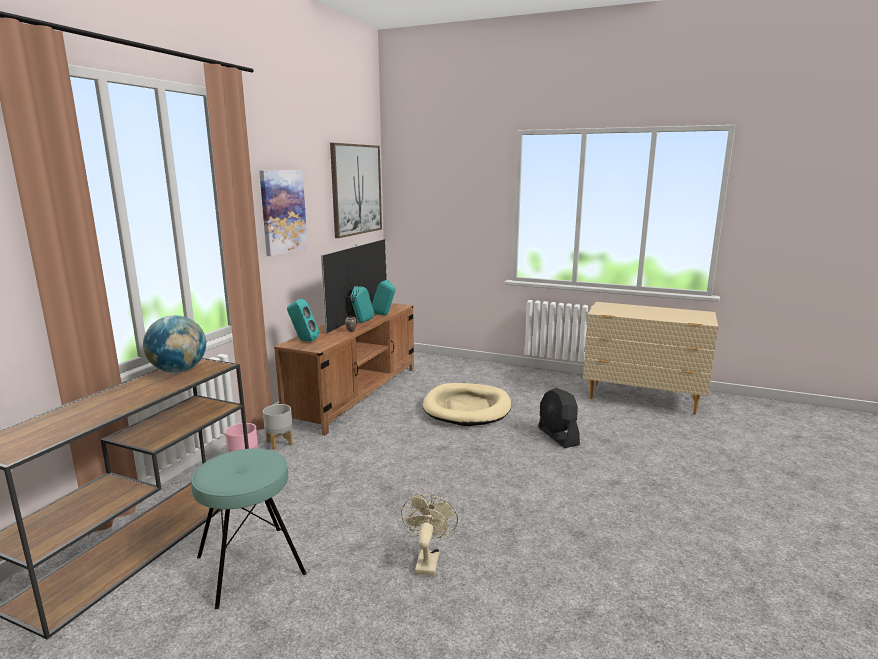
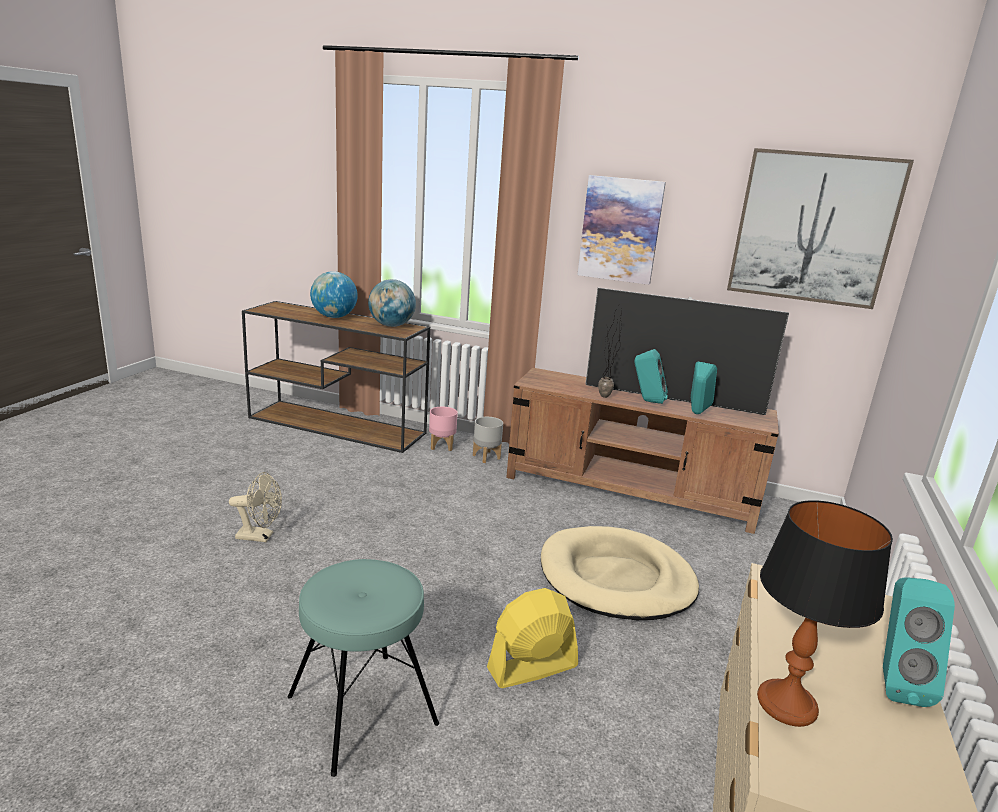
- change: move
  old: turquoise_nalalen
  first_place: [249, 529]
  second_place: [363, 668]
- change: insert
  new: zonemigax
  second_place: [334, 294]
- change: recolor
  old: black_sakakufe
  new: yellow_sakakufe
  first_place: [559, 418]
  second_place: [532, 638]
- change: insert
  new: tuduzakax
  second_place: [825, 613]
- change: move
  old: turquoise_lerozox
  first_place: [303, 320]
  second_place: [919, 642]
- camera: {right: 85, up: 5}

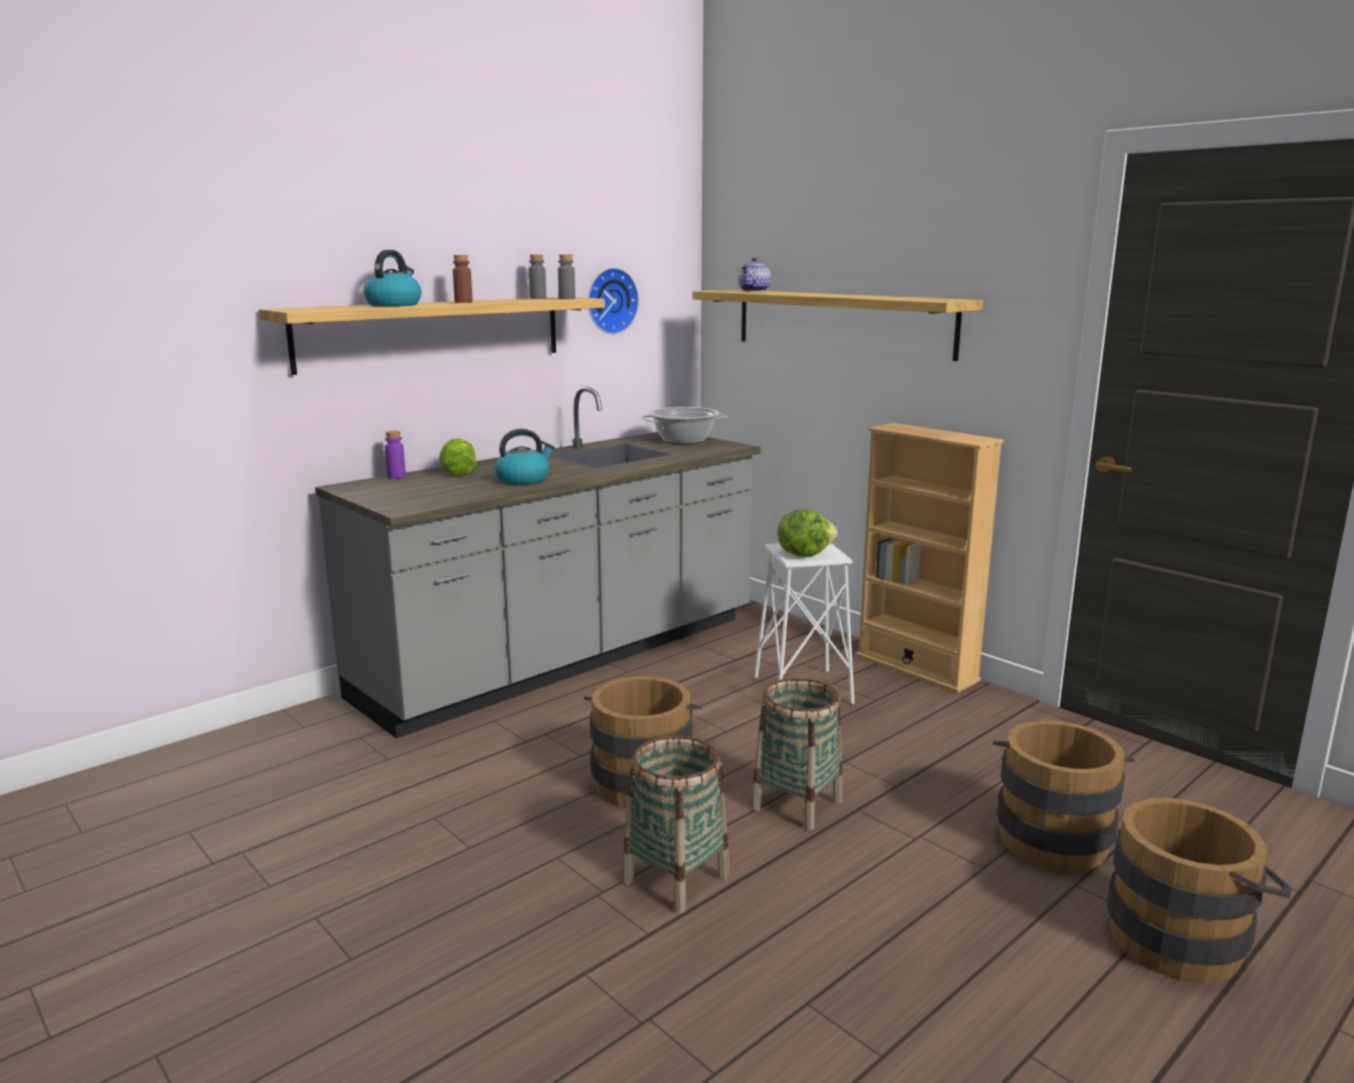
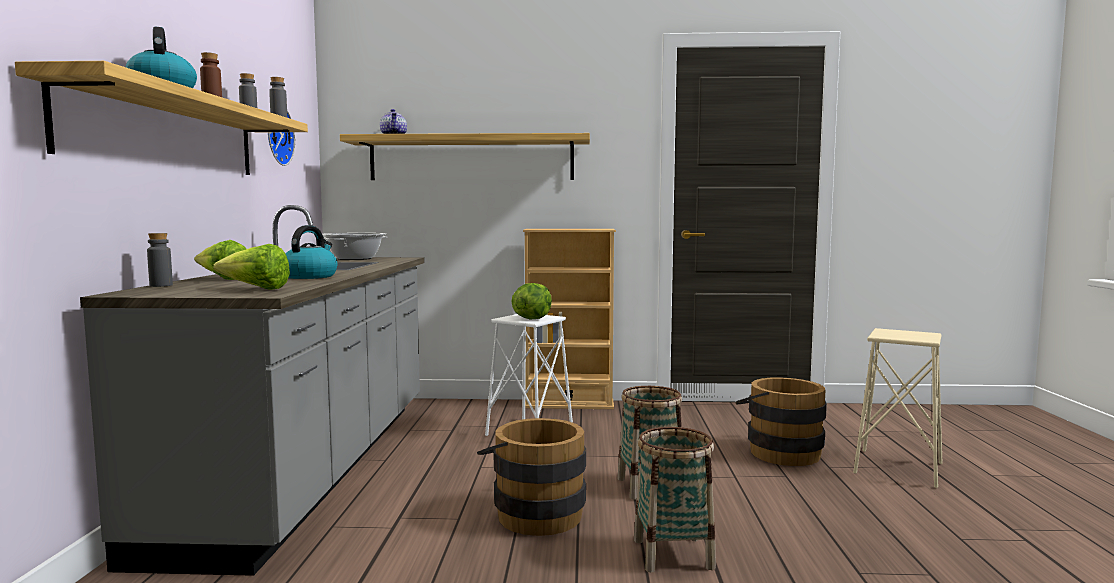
- change: recolor
  old: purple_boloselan
  new: grey_boloselan
  first_place: [395, 455]
  second_place: [160, 260]
- change: insert
  new: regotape
  second_place: [251, 267]
- change: replace
  old: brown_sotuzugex
  new: beige_nalalen
  first_place: [1199, 890]
  second_place: [897, 408]
- camera: {right: -45, up: -10}

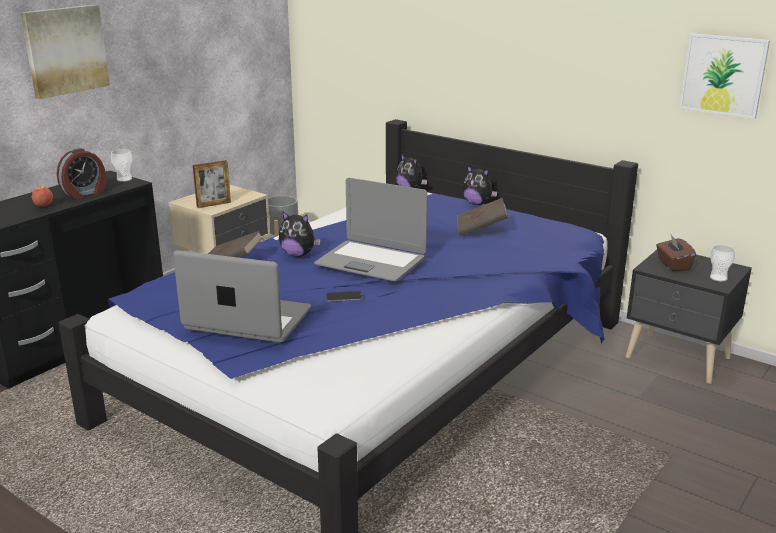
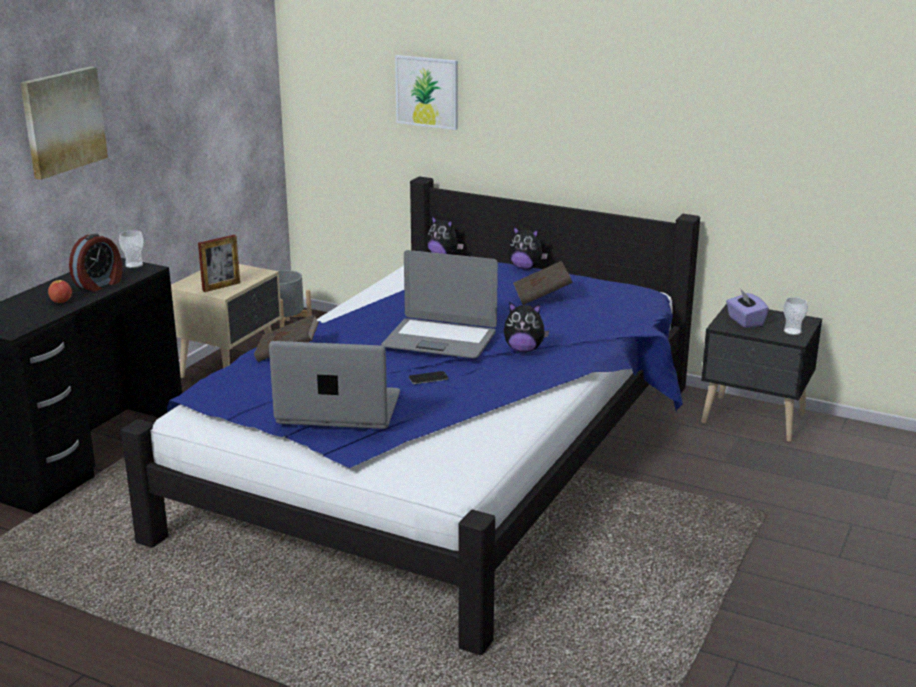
- change: move
  old: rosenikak
  first_place: [724, 76]
  second_place: [426, 92]
- change: move
  old: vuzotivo
  first_place: [300, 234]
  second_place: [526, 327]
- change: recolor
  old: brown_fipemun
  new: purple_fipemun
  first_place: [676, 253]
  second_place: [747, 309]
- camera: {right: -10, up: 0}

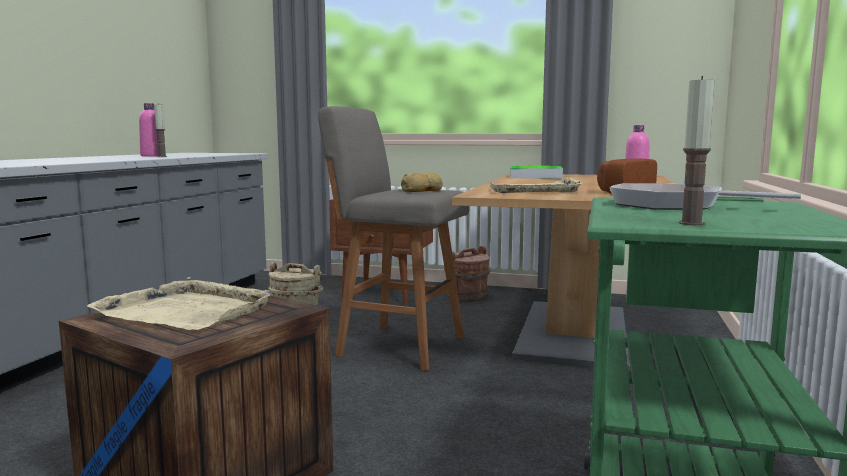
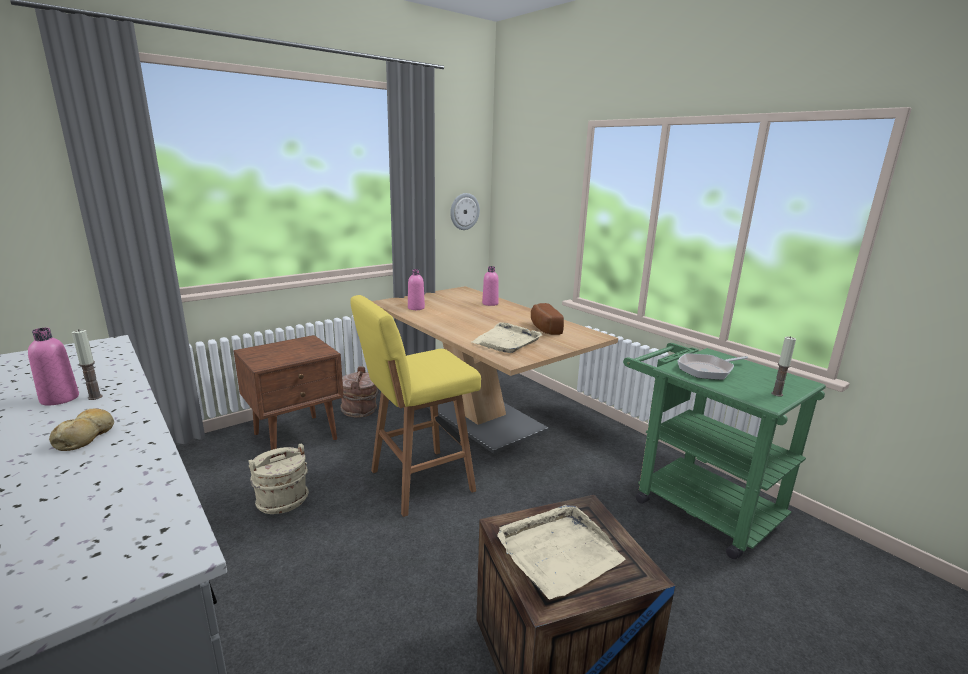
- change: move
  old: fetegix
  first_place: [422, 182]
  second_place: [81, 429]
- change: recolor
  old: grey_nalalen
  new: yellow_nalalen
  first_place: [393, 238]
  second_place: [415, 406]
- change: replace
  old: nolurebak
  new: pink_boloselan
  first_place: [536, 172]
  second_place: [416, 289]
- change: insert
  new: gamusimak
  second_place: [465, 211]
- camera: {right: -55, up: 10}

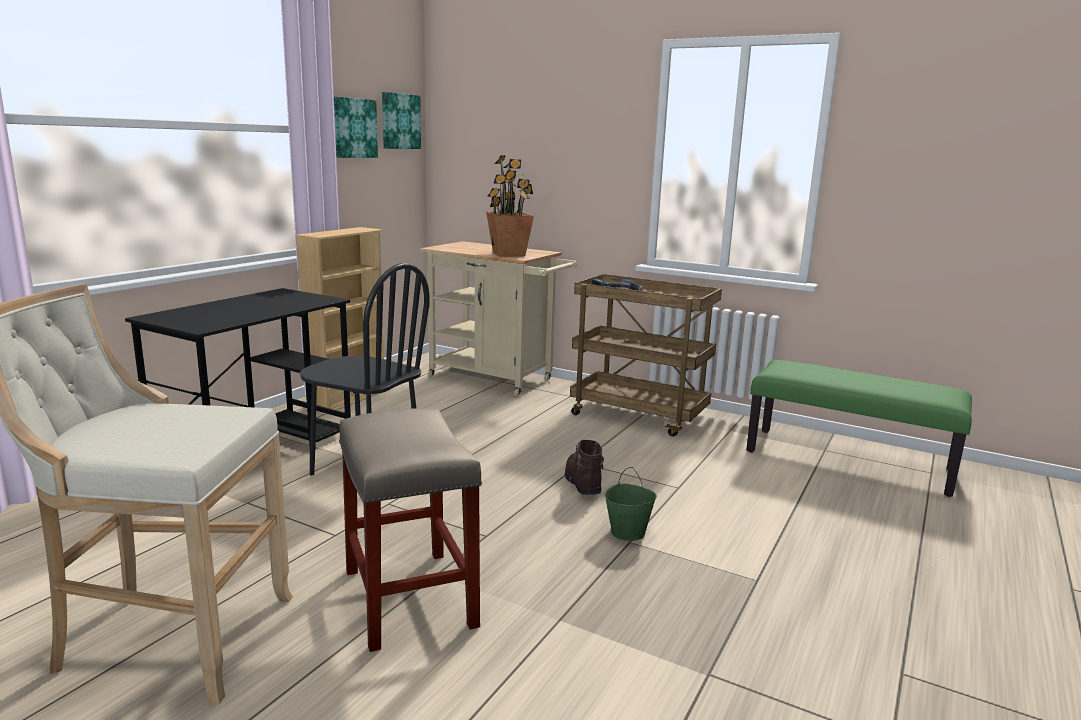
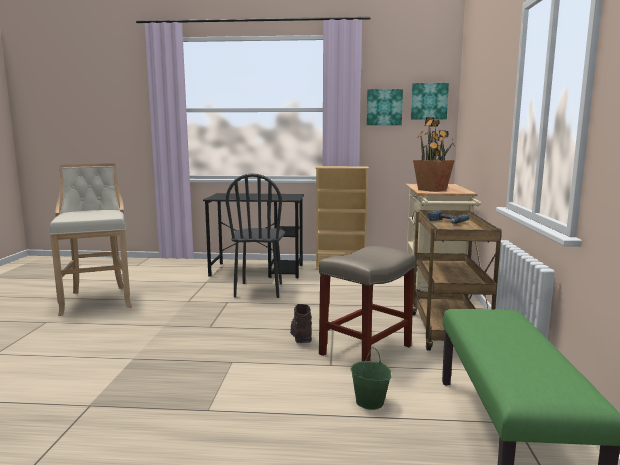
- change: rotate
  old: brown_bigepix
  first_place: [584, 467]
  second_place: [301, 323]
  degrees: -60
- change: move
  old: beige_nalalen
  first_place: [410, 530]
  second_place: [367, 303]
- change: move
  old: green_sotuzugex
  first_place: [630, 504]
  second_place: [371, 378]
- camera: {right: 65, up: -5}

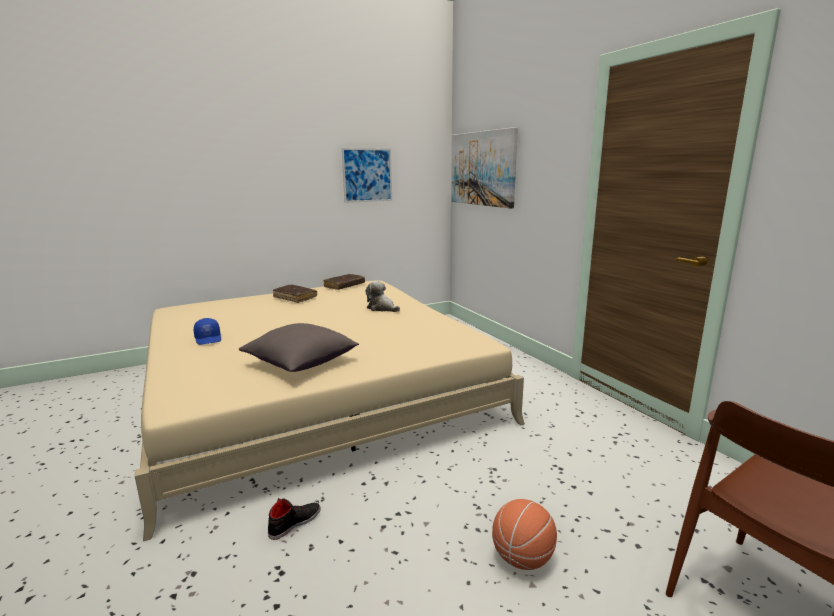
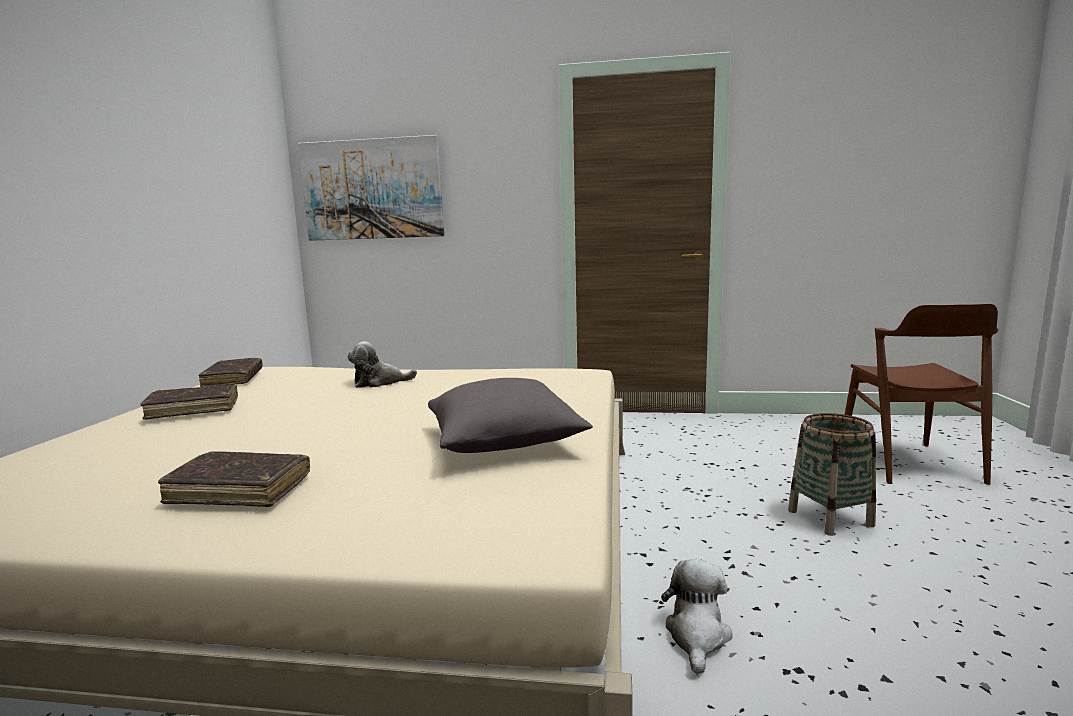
- change: replace
  old: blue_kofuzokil
  new: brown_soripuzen
  first_place: [207, 331]
  second_place: [234, 479]
- change: replace
  old: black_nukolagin
  new: vuzotivo
  first_place: [294, 519]
  second_place: [697, 617]
- change: replace
  old: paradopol
  new: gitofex
  first_place: [524, 534]
  second_place: [832, 474]
- change: delete
  old: rosenikak
  first_place: [367, 175]
- camera: {right: -55, up: -5}

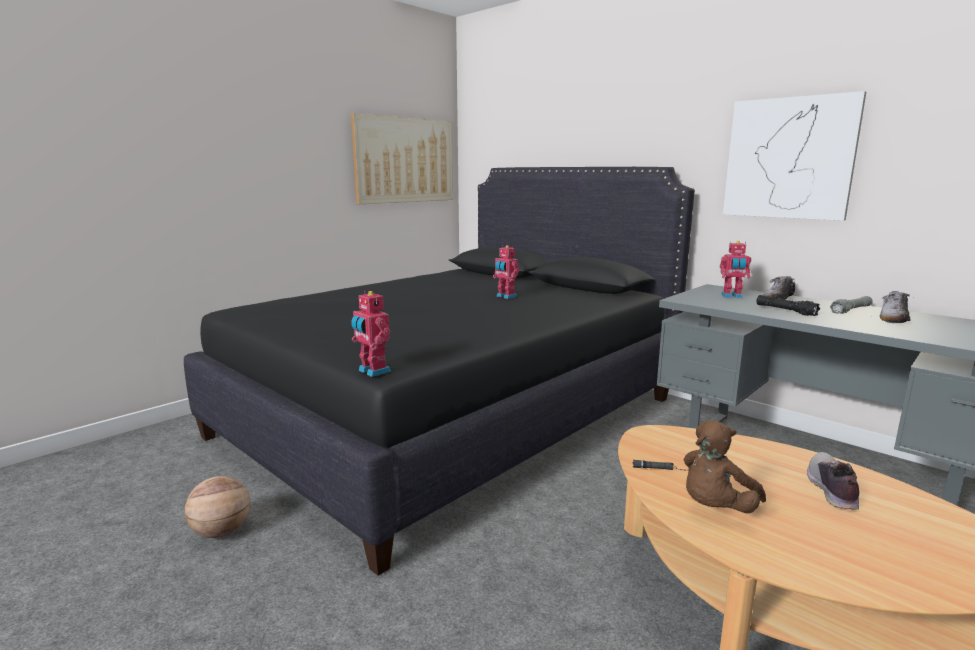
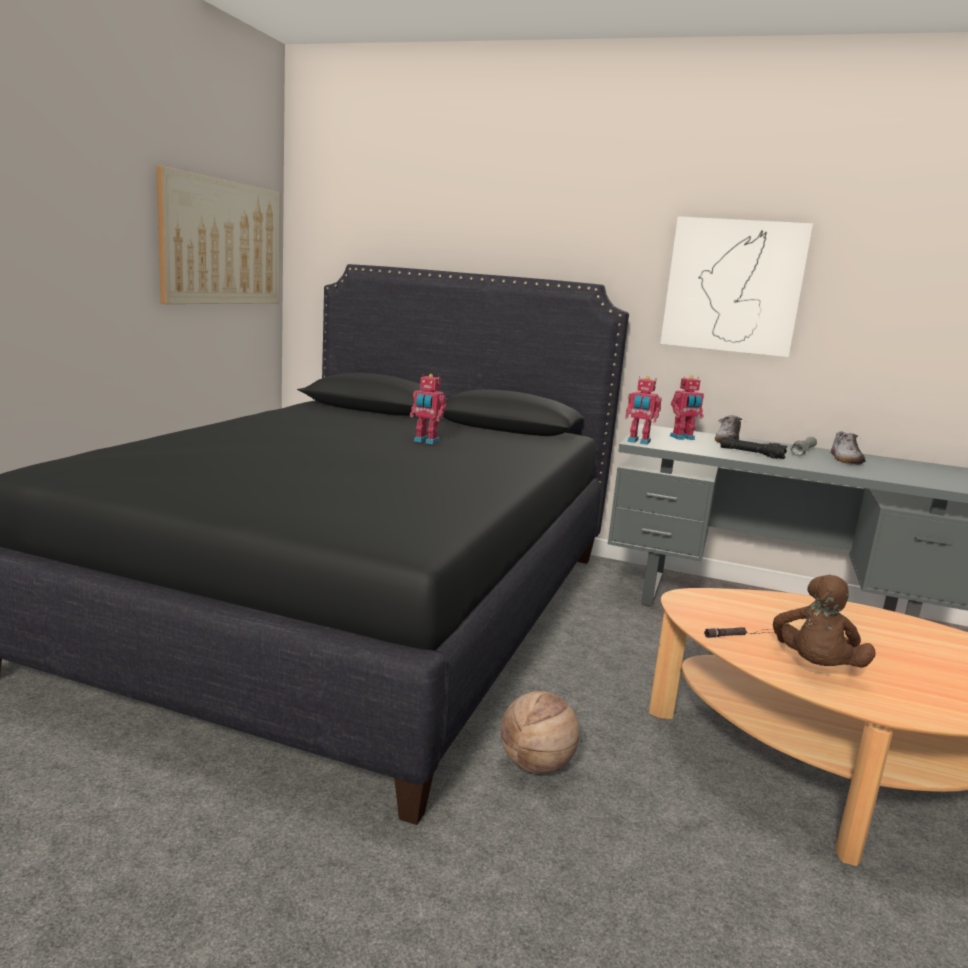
- change: move
  old: paradopol
  first_place: [217, 507]
  second_place: [540, 732]
- change: move
  old: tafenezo
  first_place: [371, 334]
  second_place: [643, 410]
- change: delete
  old: nukolagin
  first_place: [833, 481]
- camera: {right: -25, up: 0}

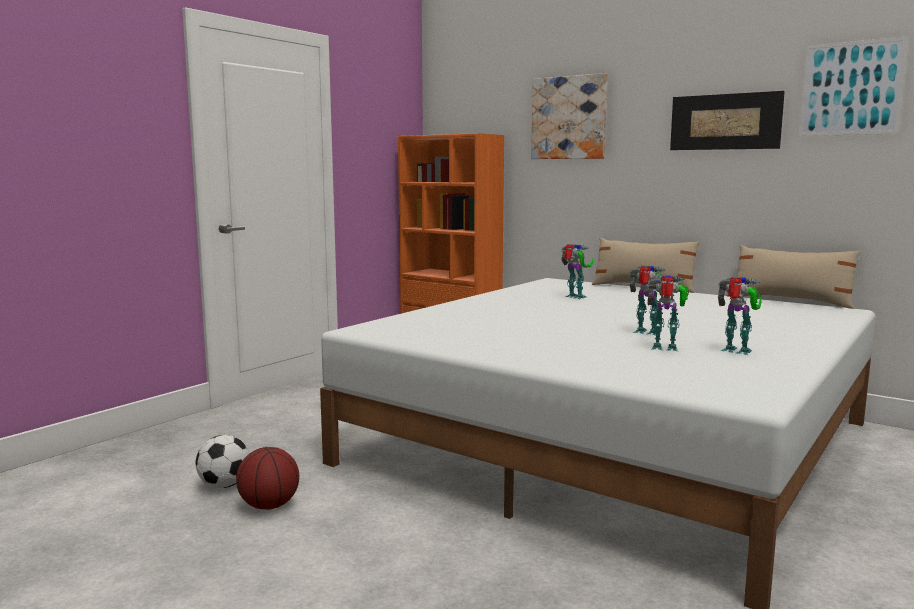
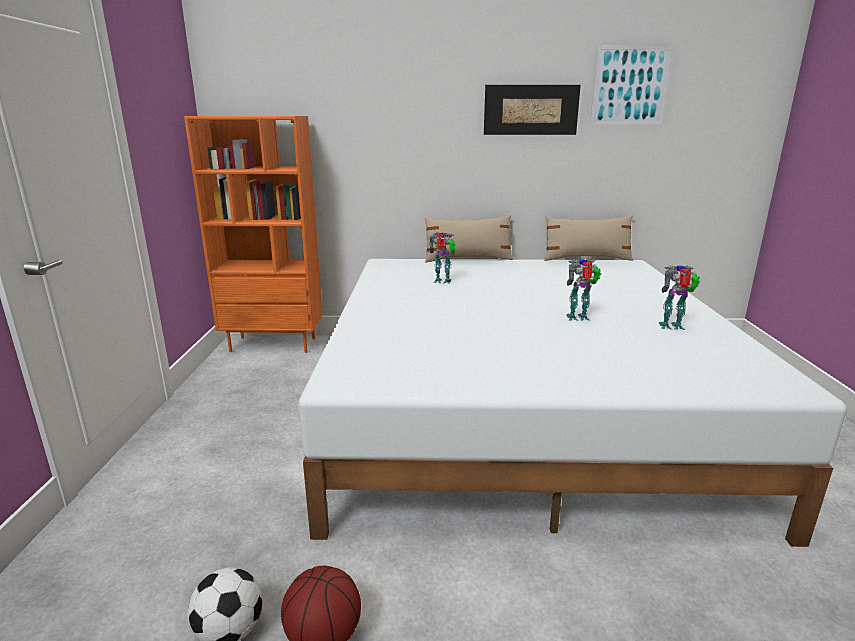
- change: delete
  old: rosenikak
  first_place: [569, 116]
- change: delete
  old: tafenezo
  first_place: [668, 313]
- camera: {right: -35, up: 10}

